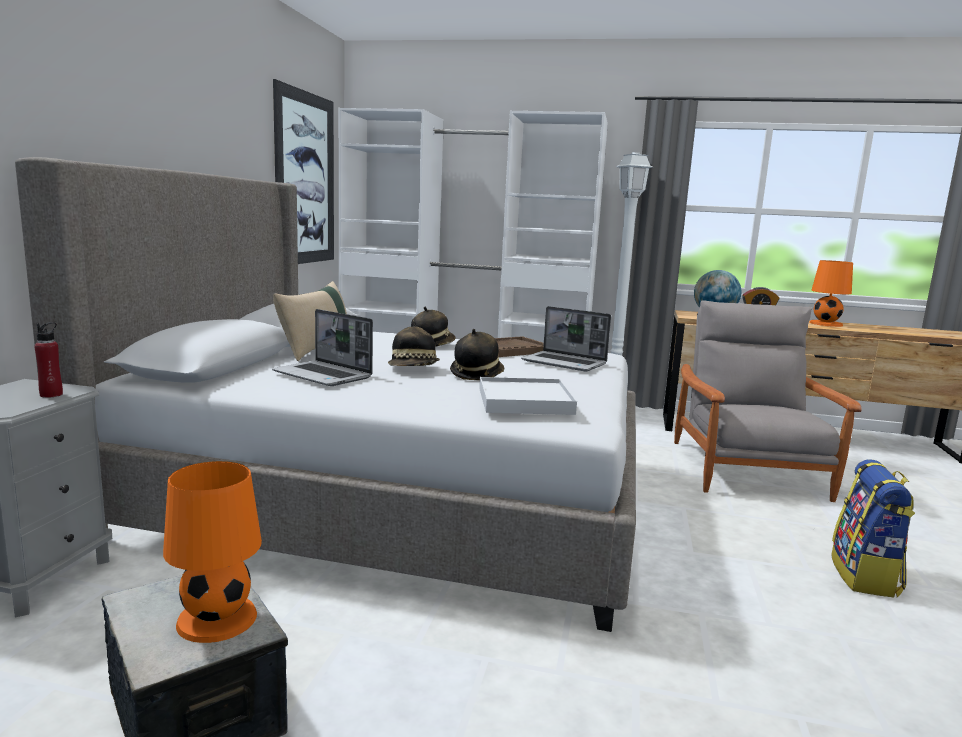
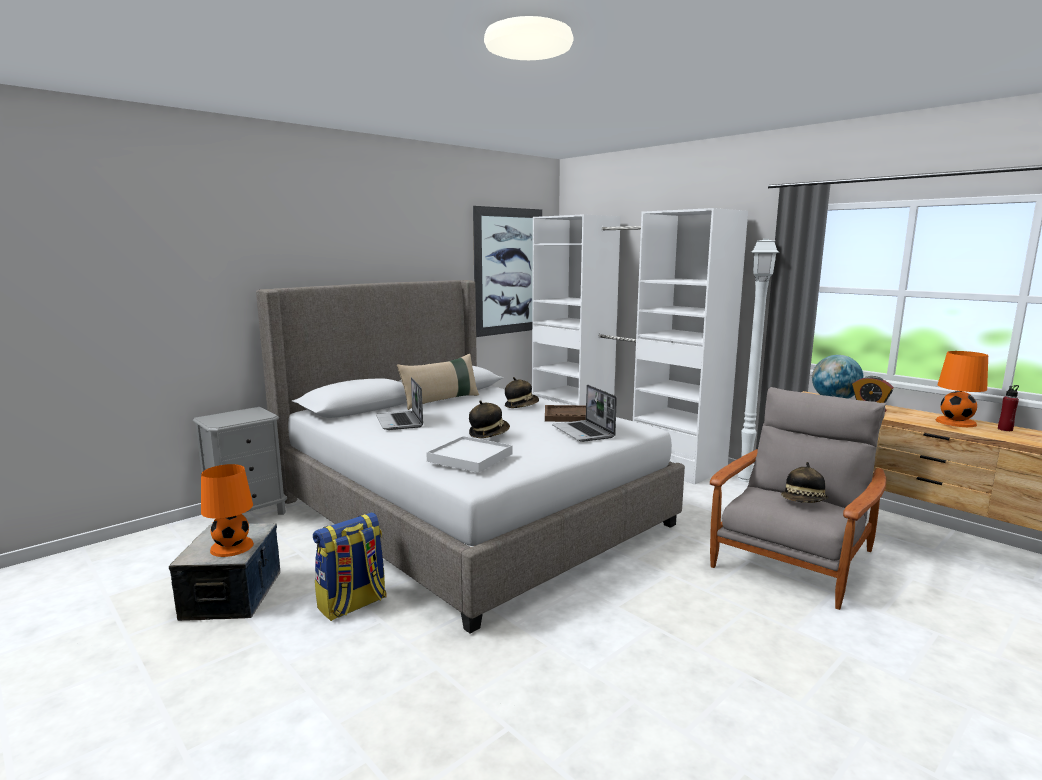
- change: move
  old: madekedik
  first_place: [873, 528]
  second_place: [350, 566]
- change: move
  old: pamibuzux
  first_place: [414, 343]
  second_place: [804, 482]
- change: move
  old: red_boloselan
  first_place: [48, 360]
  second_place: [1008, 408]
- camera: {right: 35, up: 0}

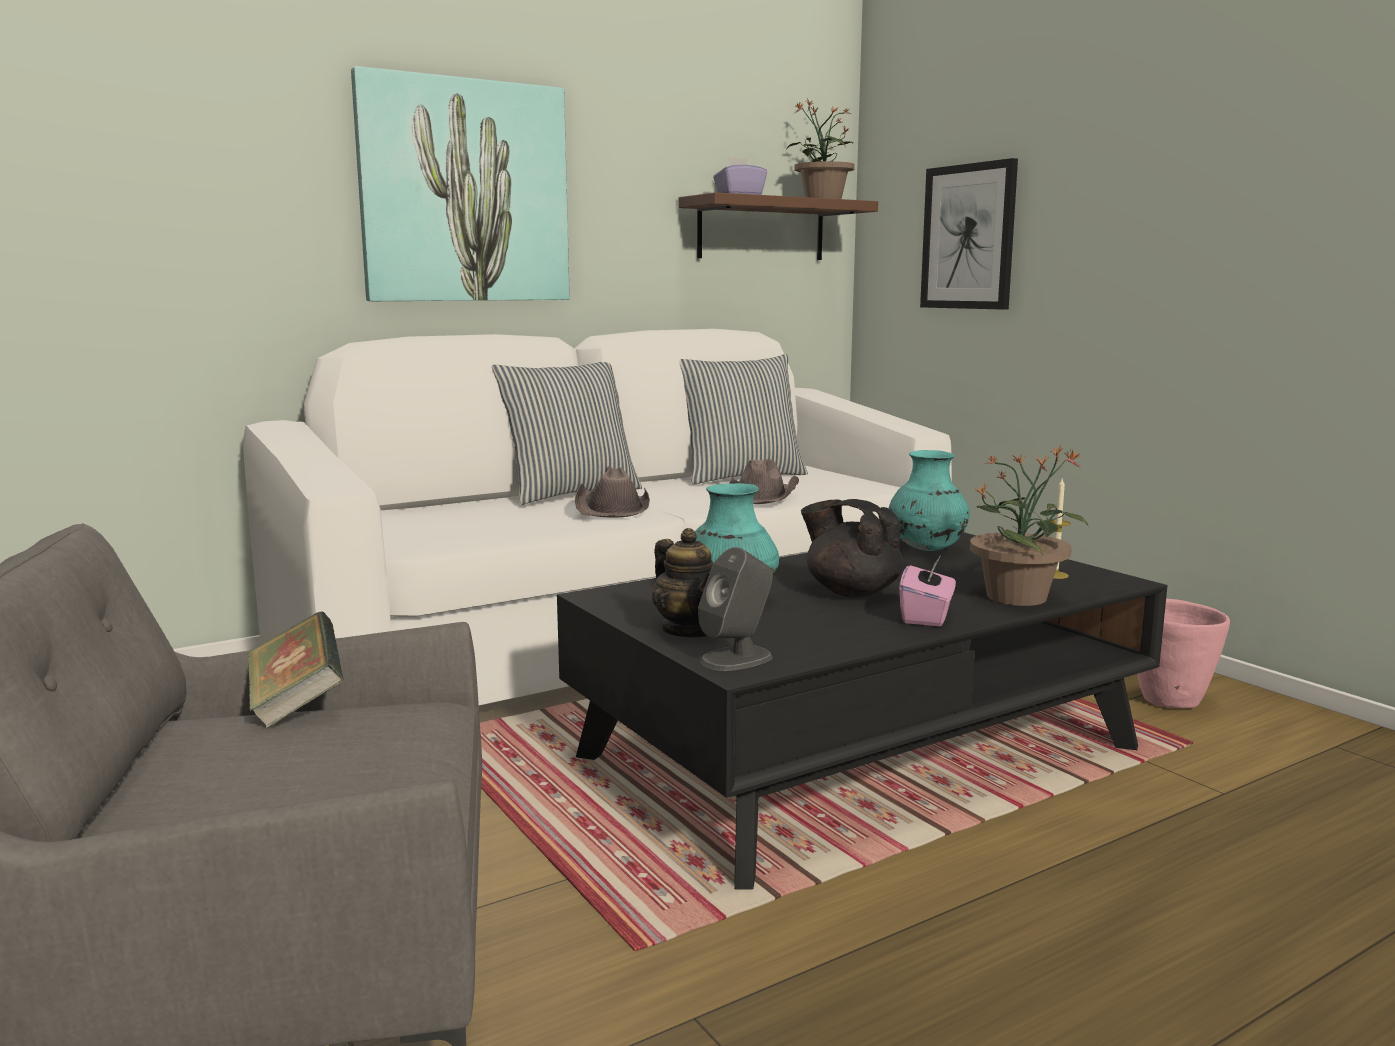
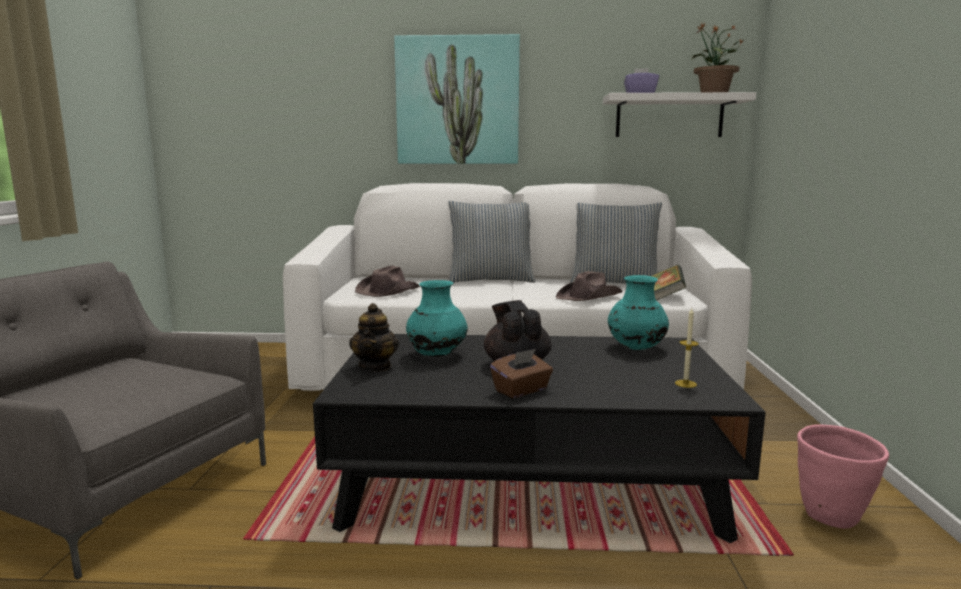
- change: move
  old: brown_pamibuzux
  first_place: [612, 491]
  second_place: [387, 281]
- change: recolor
  old: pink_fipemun
  new: brown_fipemun
  first_place: [927, 591]
  second_place: [521, 373]
- change: recolor
  old: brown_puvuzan
  new: white_puvuzan
  first_place: [778, 226]
  second_place: [679, 114]
- change: move
  old: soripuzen
  first_place: [296, 670]
  second_place: [669, 283]
- change: delete
  old: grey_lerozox
  first_place: [735, 609]
- change: delete
  old: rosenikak
  first_place: [969, 234]
- change: delete
  old: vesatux
  first_place: [1029, 525]
- camera: {right: 35, up: 0}

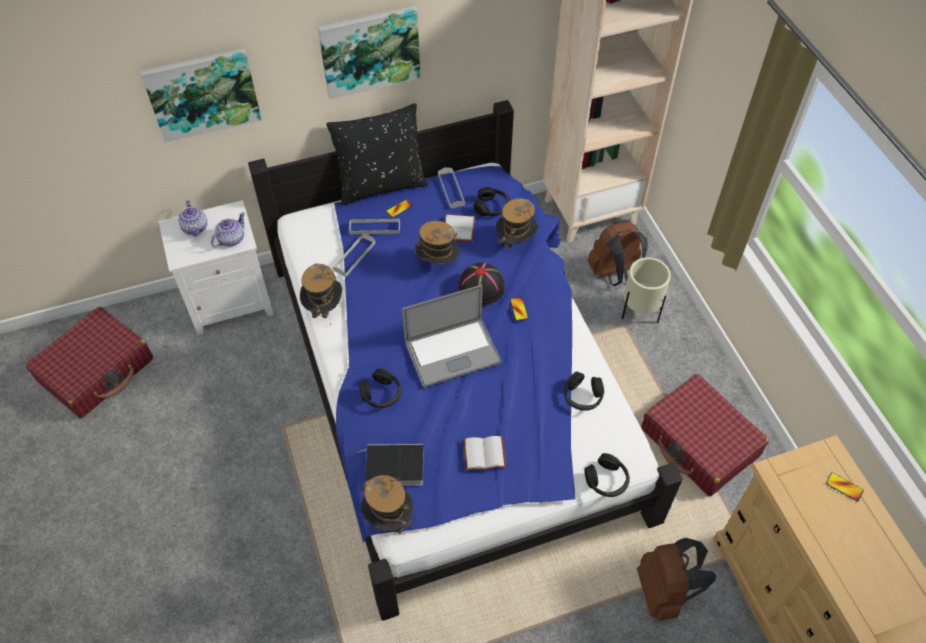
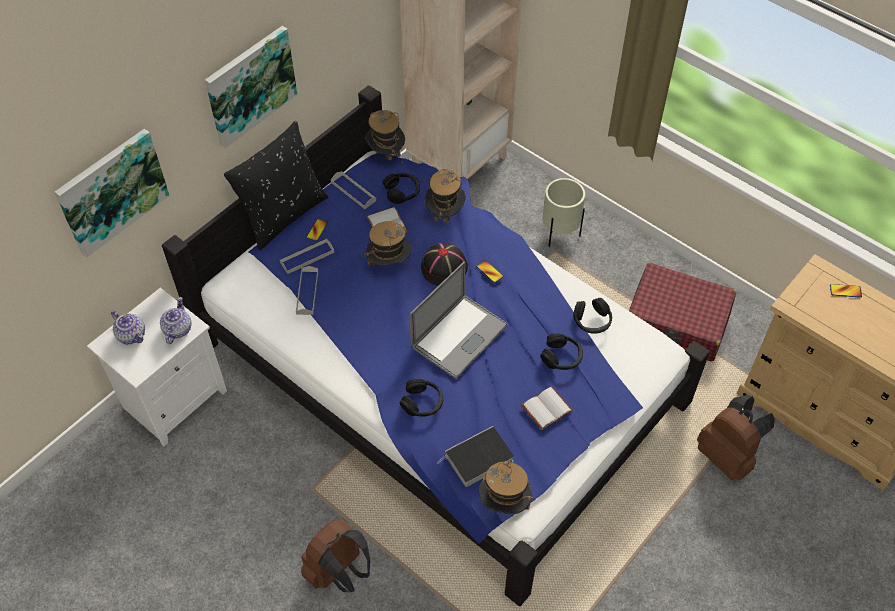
- change: move
  old: brown_madekedik
  first_place: [618, 254]
  second_place: [335, 555]
- change: move
  old: pamibuzux
  first_place: [321, 294]
  second_place: [385, 135]
- change: move
  old: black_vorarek
  first_place: [607, 475]
  second_place: [561, 351]
- change: delete
  old: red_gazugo
  first_place: [89, 362]
- camera: {right: -30, up: 0}

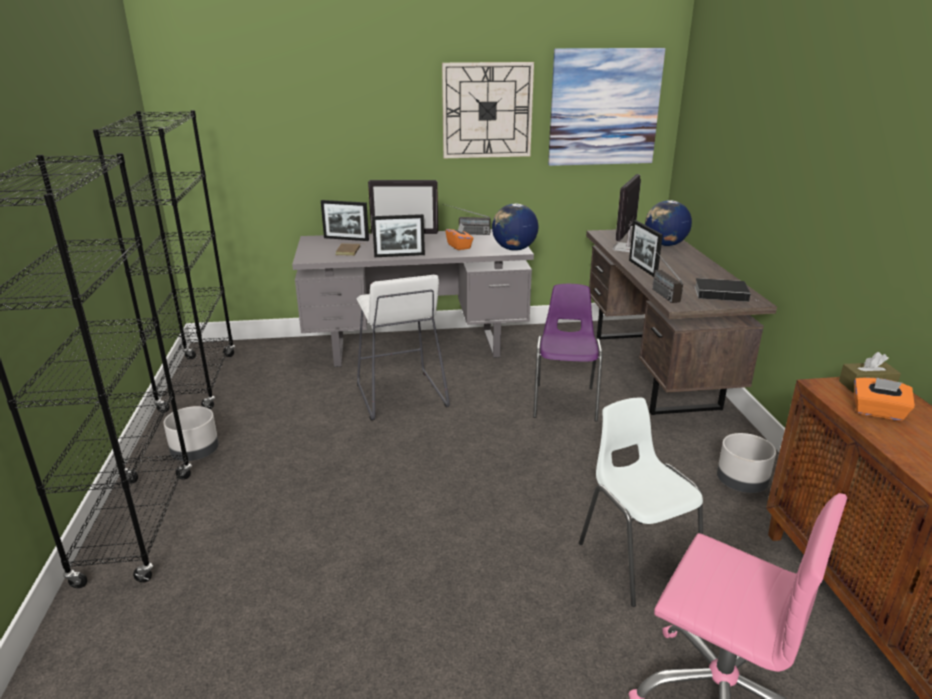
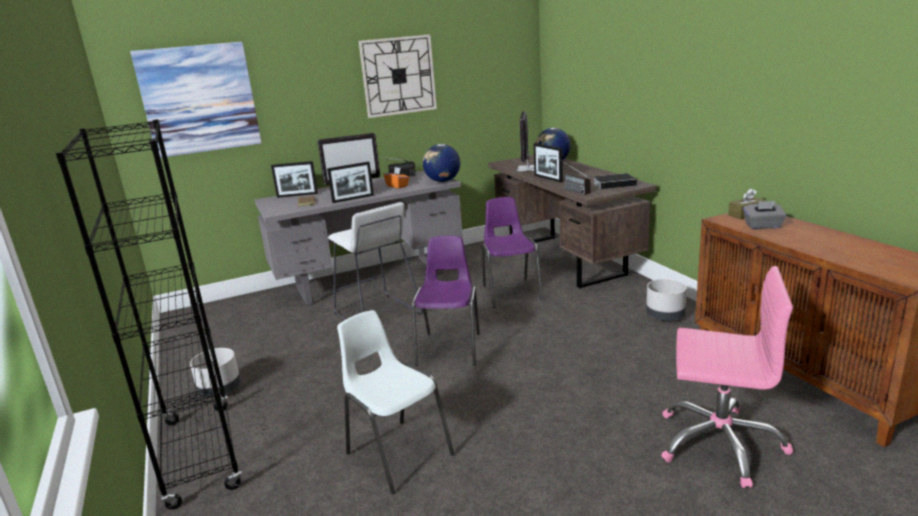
- change: move
  old: rosenikak
  first_place: [607, 107]
  second_place: [196, 100]
- change: move
  old: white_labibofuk
  first_place: [641, 502]
  second_place: [395, 402]
- change: insert
  new: purple_labibofuk
  second_place: [446, 301]
- change: recolor
  old: orange_fipemun
  new: grey_fipemun
  first_place: [884, 399]
  second_place: [765, 215]
- change: delete
  old: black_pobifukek
  first_place: [164, 261]
- camera: {right: -15, up: -5}

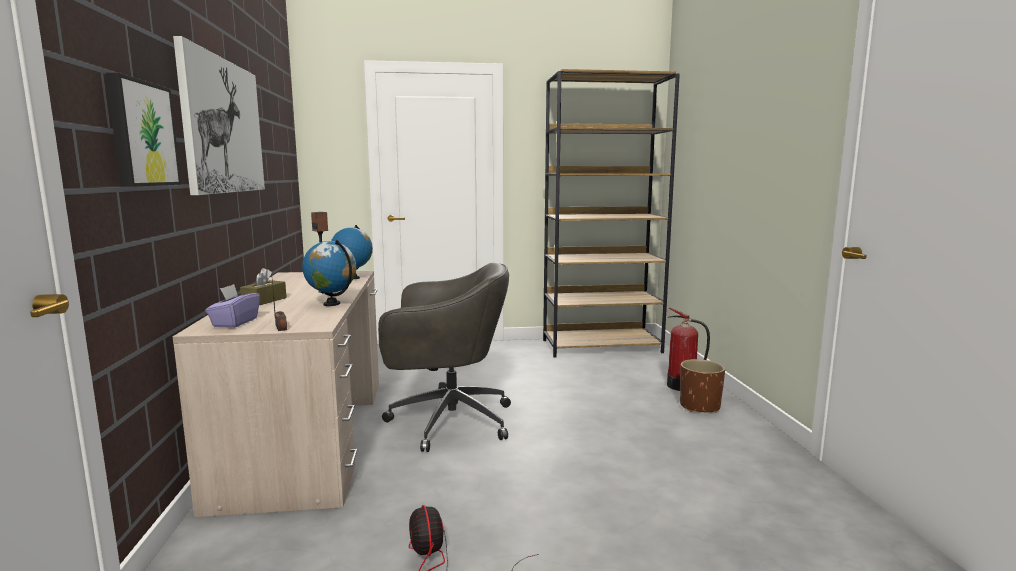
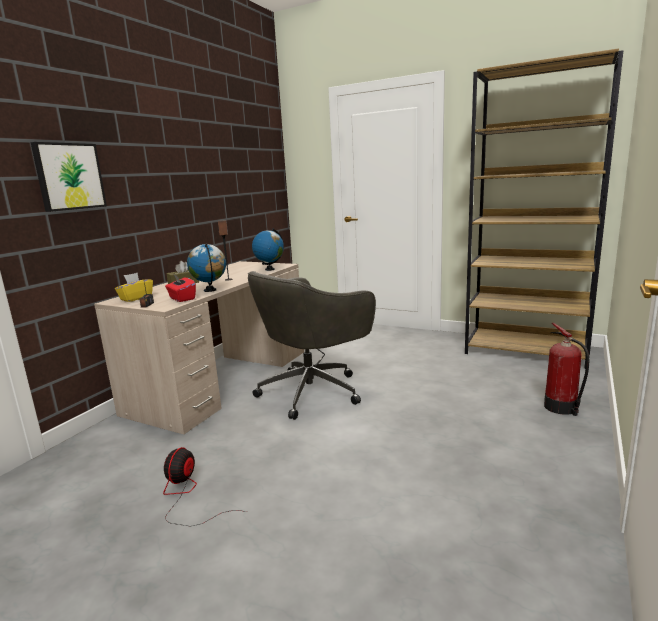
- change: recolor
  old: purple_fipemun
  new: yellow_fipemun
  first_place: [232, 306]
  second_place: [134, 287]
- change: insert
  new: red_fipemun
  second_place: [180, 288]
- change: rotate
  old: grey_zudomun
  first_place: [444, 357]
  second_place: [312, 345]
  degrees: 105
- change: delete
  old: rosenikak
  first_place: [219, 115]
- change: delete
  old: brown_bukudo
  first_place: [702, 386]
- camera: {right: 35, up: 5}

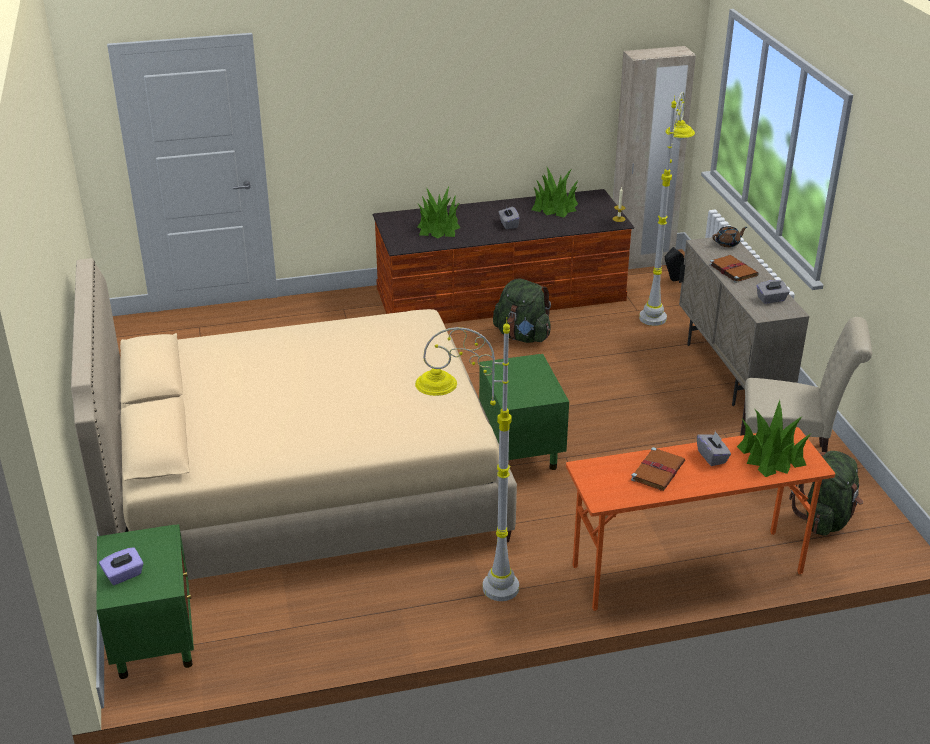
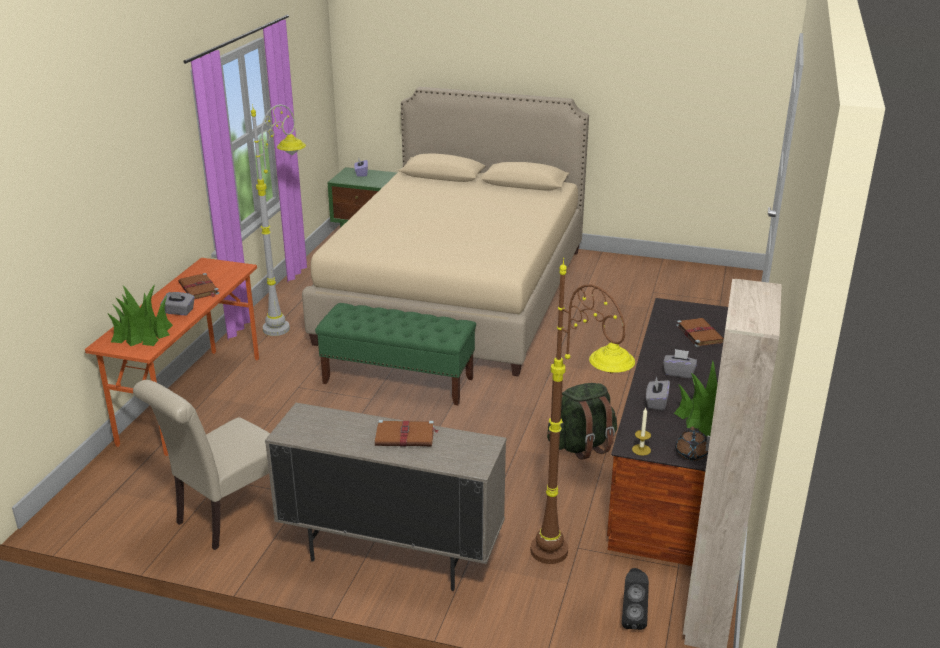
- change: replace
  old: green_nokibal
  new: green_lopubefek
  first_place: [524, 412]
  second_place: [395, 354]
- change: recolor
  old: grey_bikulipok
  new: brown_bikulipok
  first_place: [667, 209]
  second_place: [583, 411]
- change: move
  old: grey_fipemun
  first_place: [773, 292]
  second_place: [658, 393]
- change: move
  old: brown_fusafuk
  first_place: [729, 236]
  second_place: [691, 444]
- change: replace
  old: vesatux
  new: brown_soripuzen
  first_place: [439, 212]
  second_place: [700, 332]
- change: delete
  old: green_madekedik
  first_place: [826, 493]
- camera: {right: 120, up: -5}

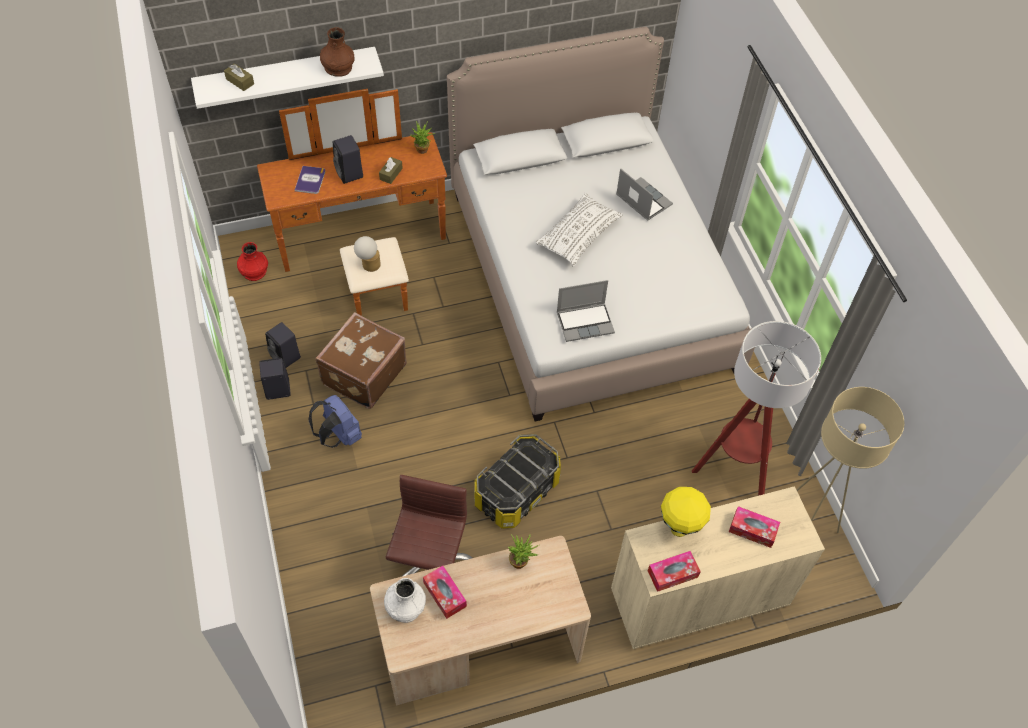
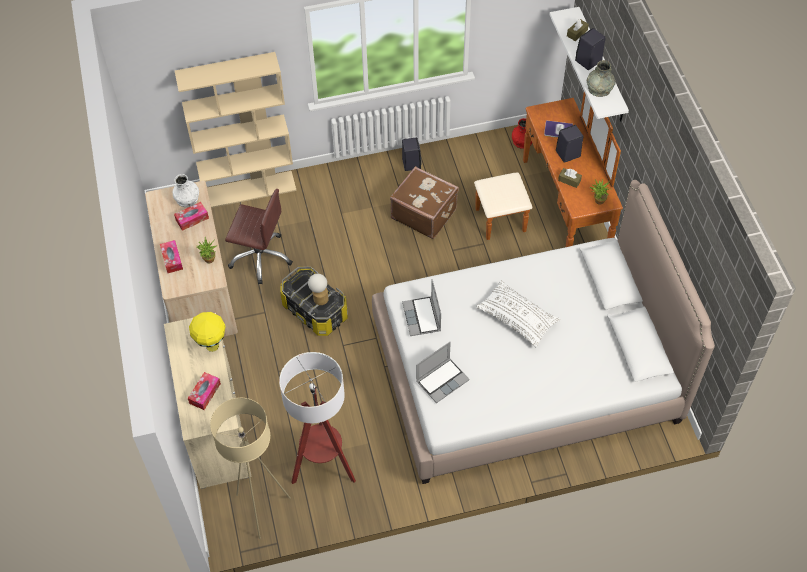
- change: move
  old: fipemun
  first_place: [674, 571]
  second_place: [171, 256]
- change: insert
  new: beige_pobifukek
  second_place: [236, 130]
- change: move
  old: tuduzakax
  first_place: [367, 254]
  second_place: [318, 289]
- change: move
  old: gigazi
  first_place: [644, 194]
  second_place: [443, 372]
- change: move
  old: black_lerozox
  first_place: [283, 345]
  second_place: [590, 49]
- change: recolor
  old: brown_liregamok
  new: grey_liregamok
  first_place: [337, 52]
  second_place: [601, 78]
- change: delete
  old: blue_madekedik
  first_place: [335, 421]
- camera: {right: 95, up: 0}

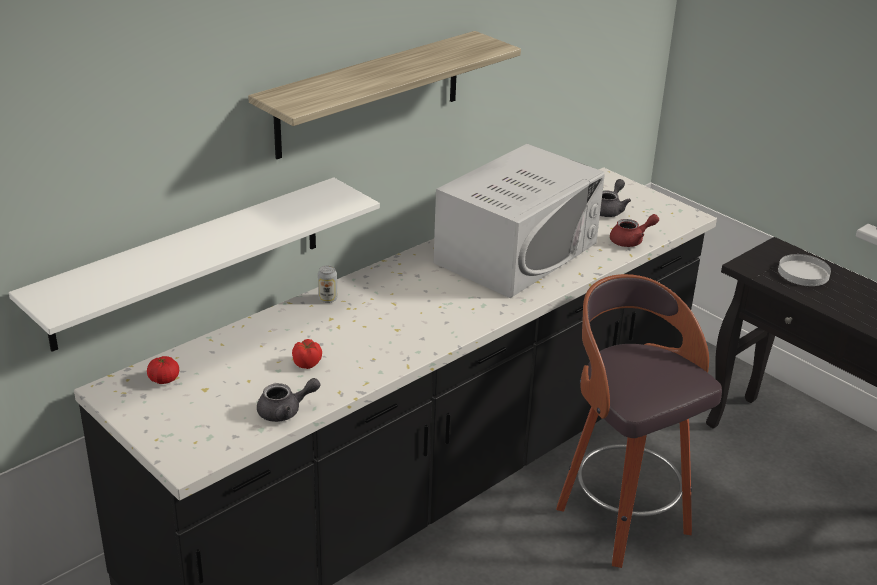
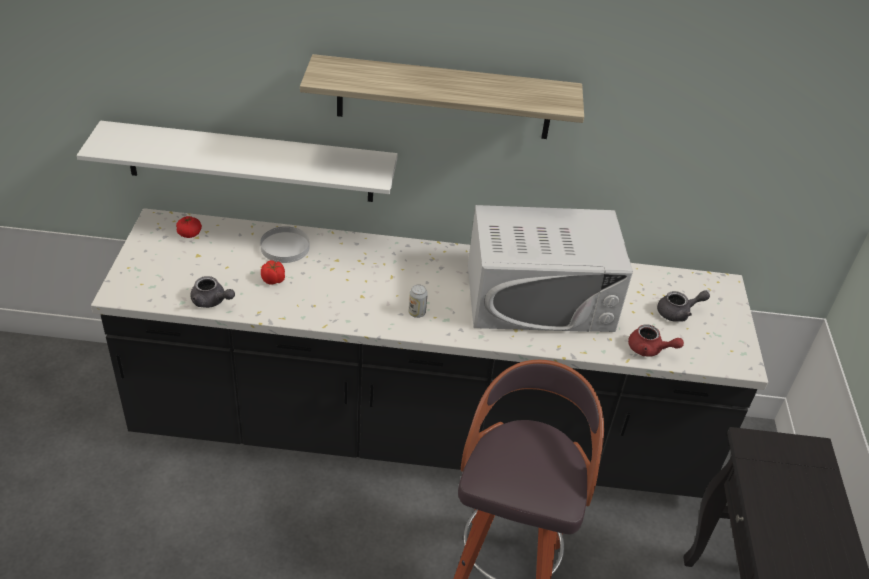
- change: move
  old: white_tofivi
  first_place: [804, 270]
  second_place: [285, 244]
- change: move
  old: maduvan
  first_place: [327, 284]
  second_place: [418, 301]
- camera: {right: 45, up: 10}

